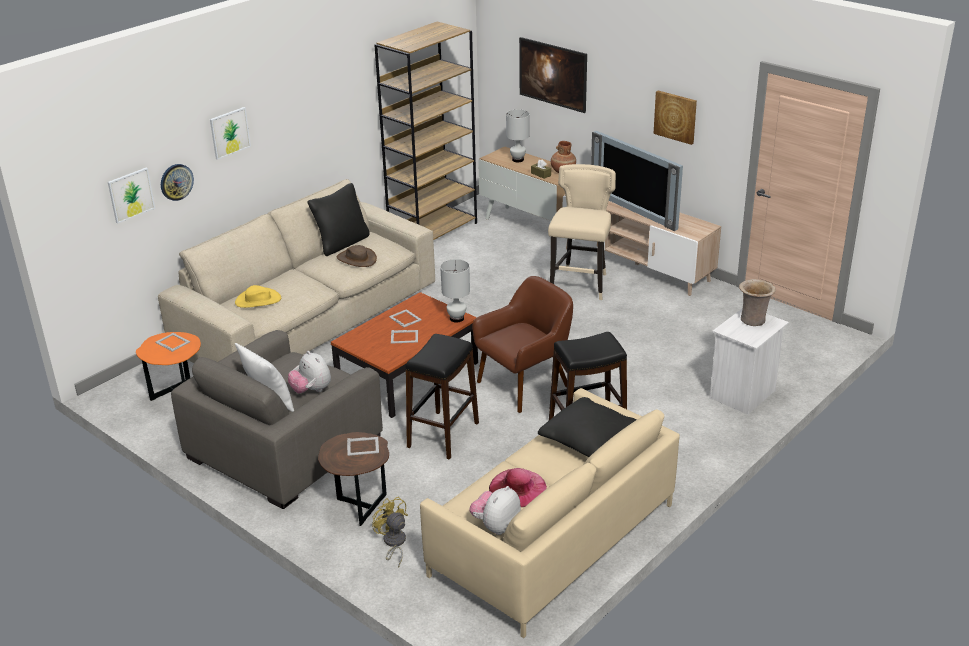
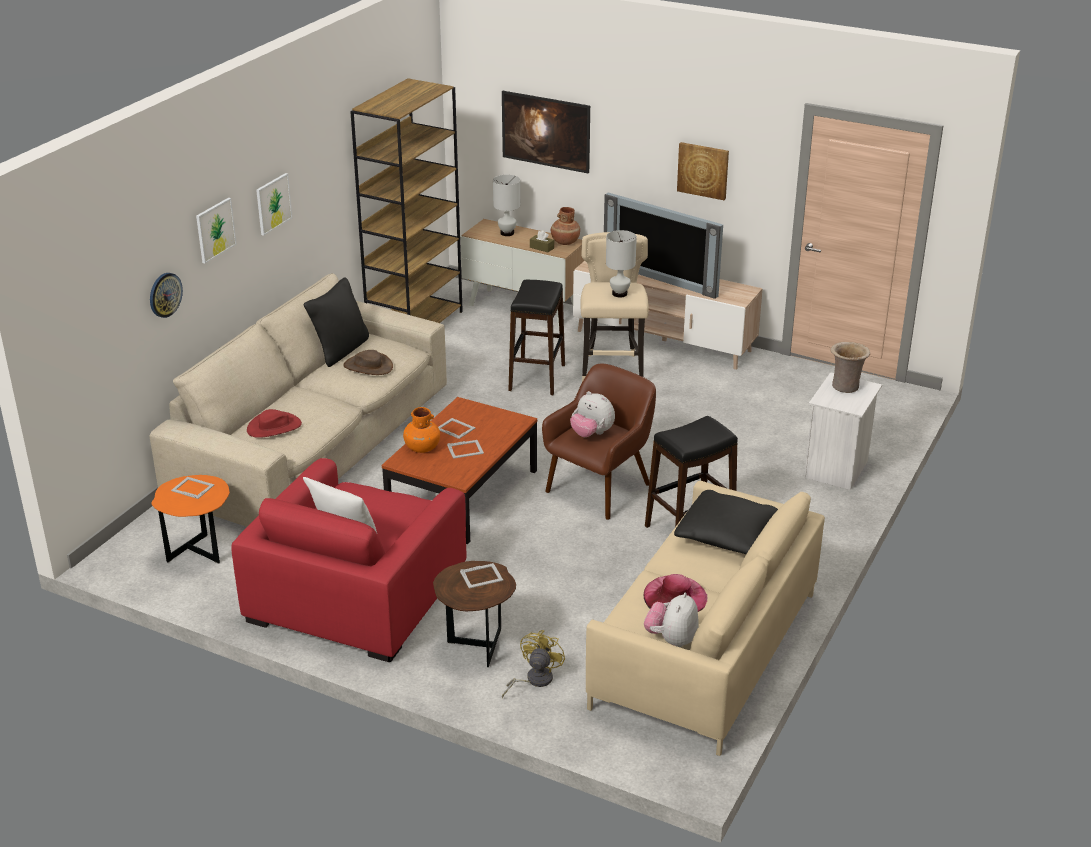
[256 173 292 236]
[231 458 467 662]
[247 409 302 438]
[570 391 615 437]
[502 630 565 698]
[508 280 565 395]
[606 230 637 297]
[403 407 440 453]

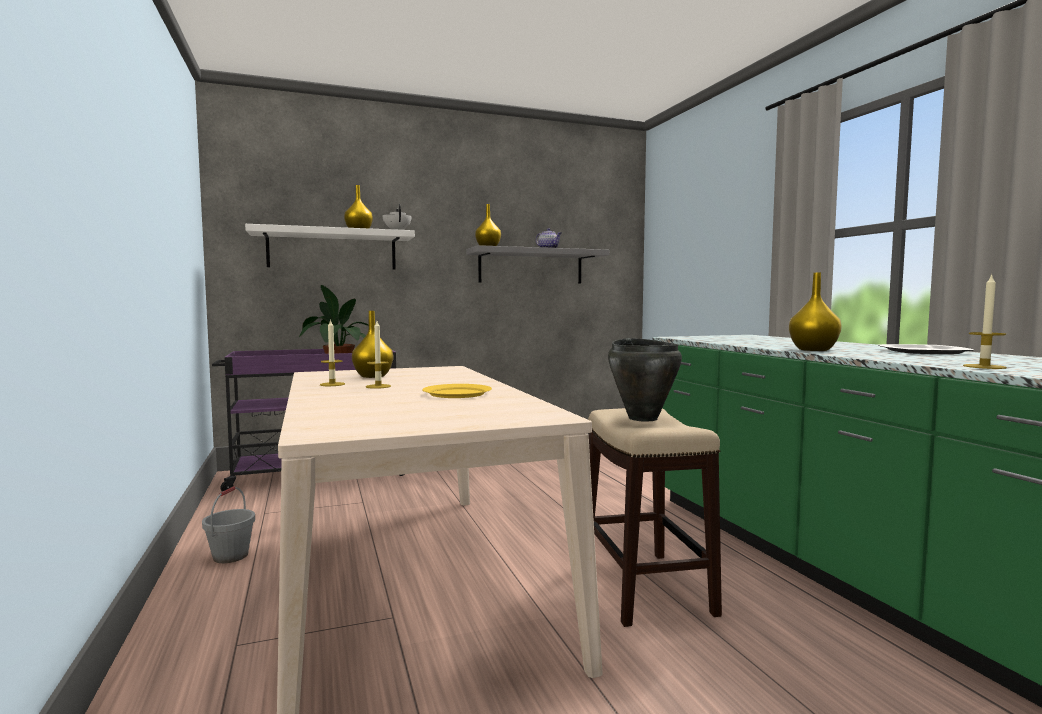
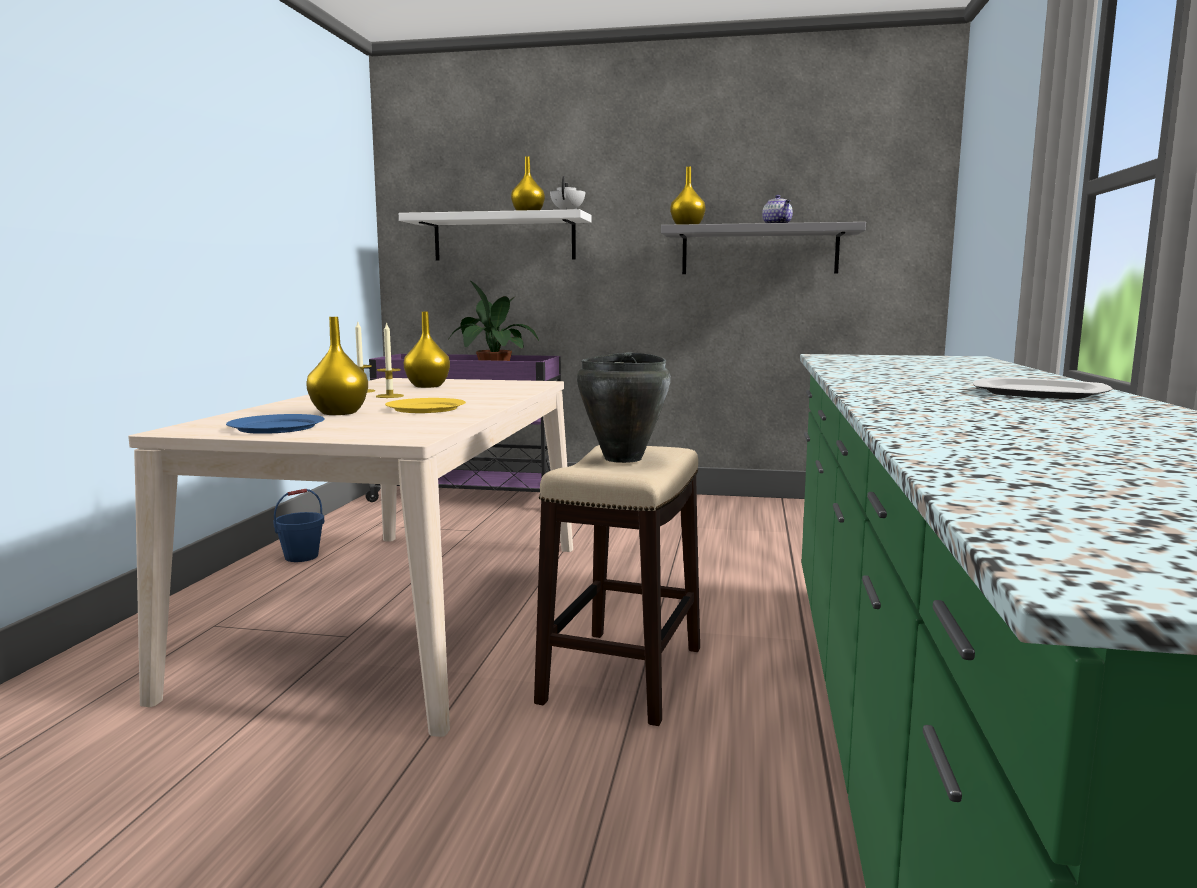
[273 489 324 562]
[306 317 368 415]
[963 273 1007 369] (first image)
[226 414 325 434]

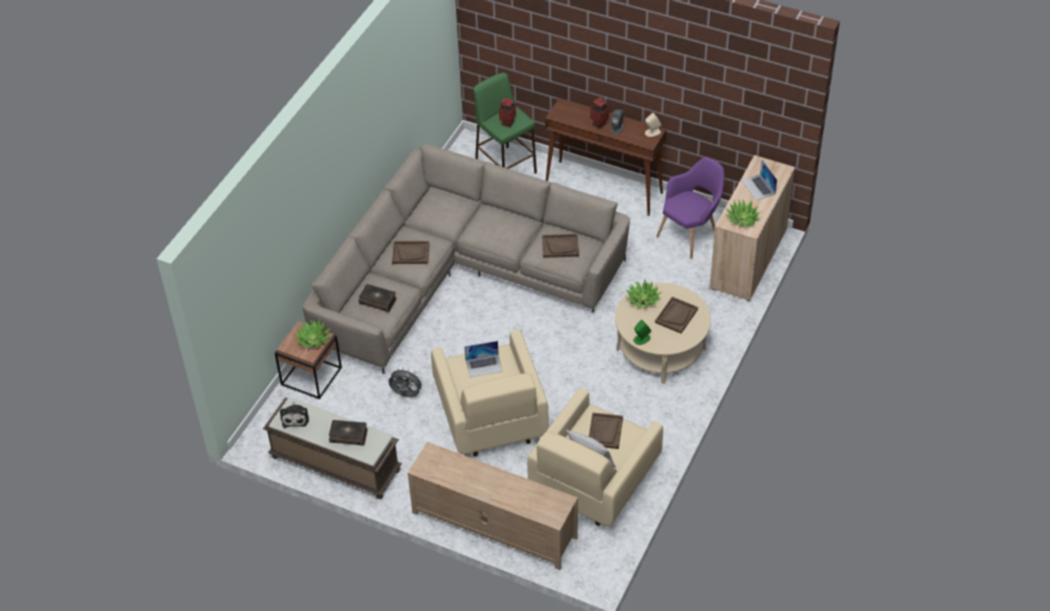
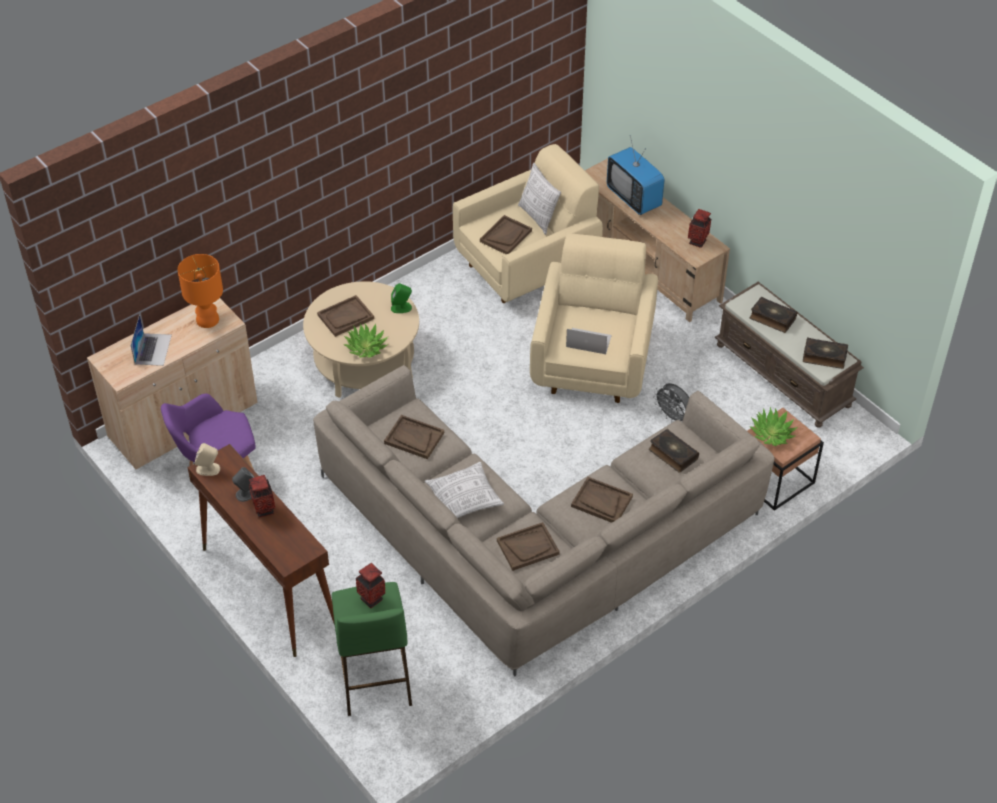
[803 337 848 369]
[178 254 223 328]
[425 462 504 518]
[497 522 560 571]
[607 135 664 215]
[688 209 711 248]

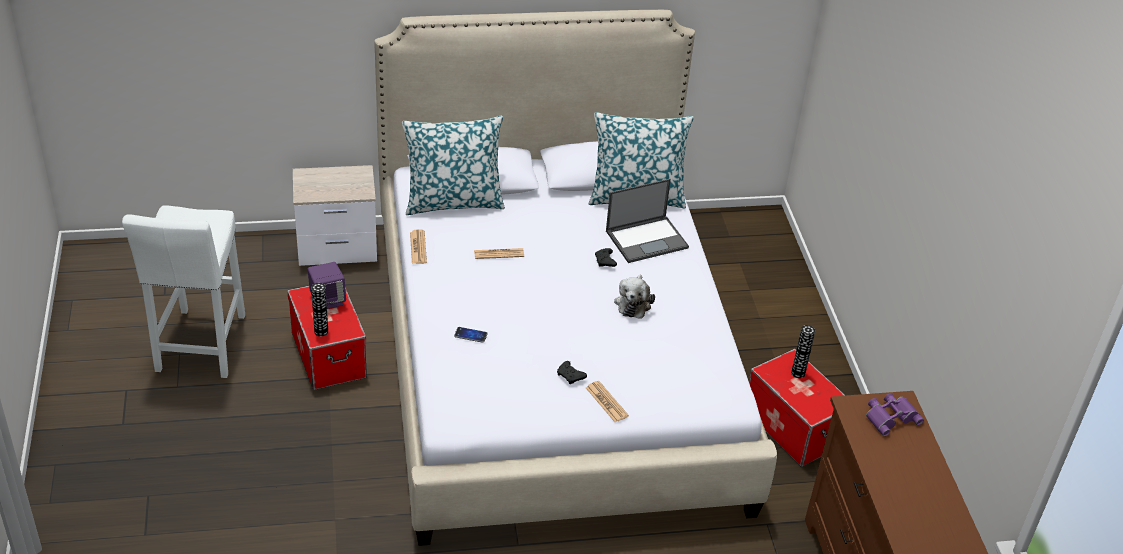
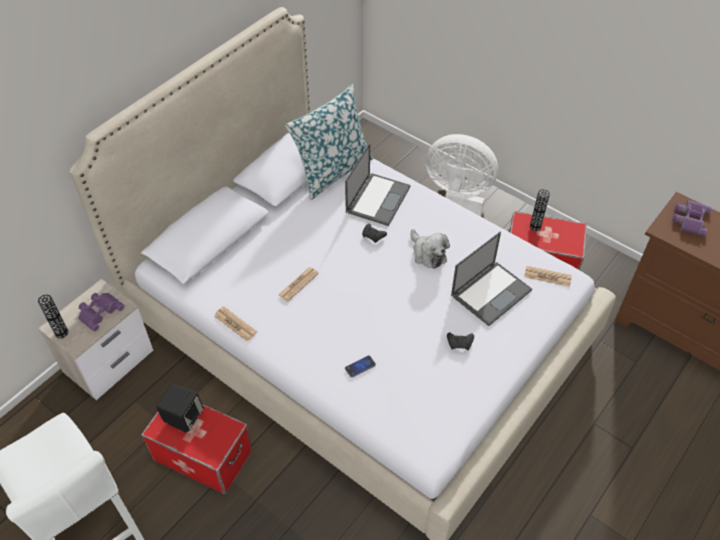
[156 384 204 433]
[38 294 68 338]
[402 116 505 215] (first image)
[524 266 572 287]
[78 293 125 331]
[426 134 498 217]
[451 231 532 326]

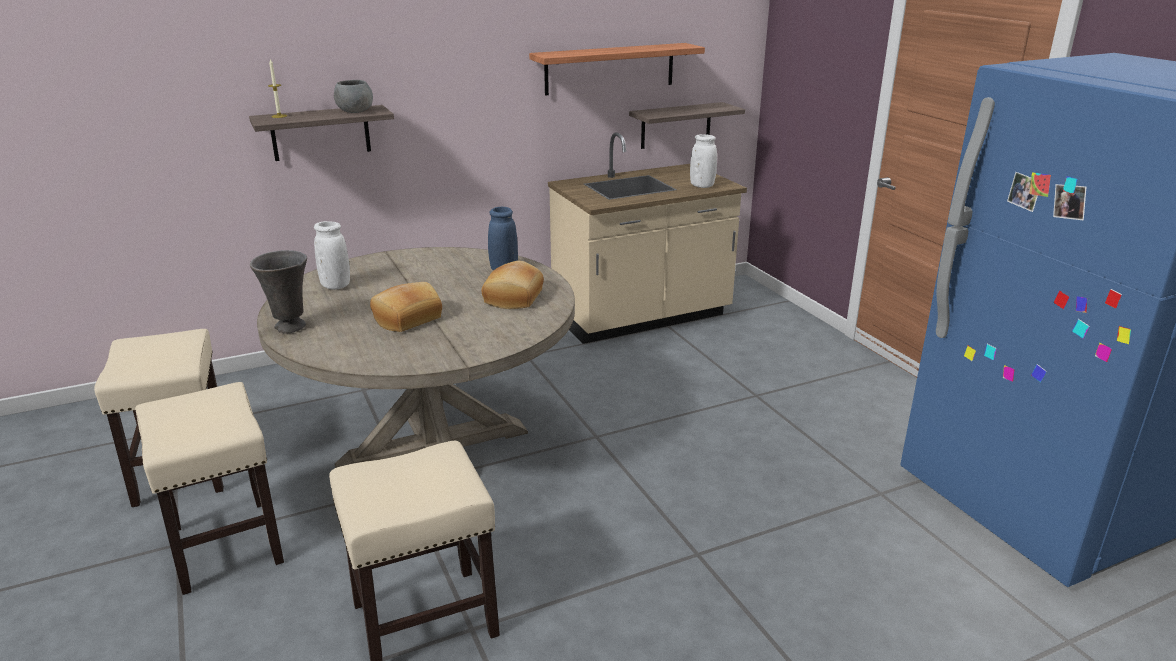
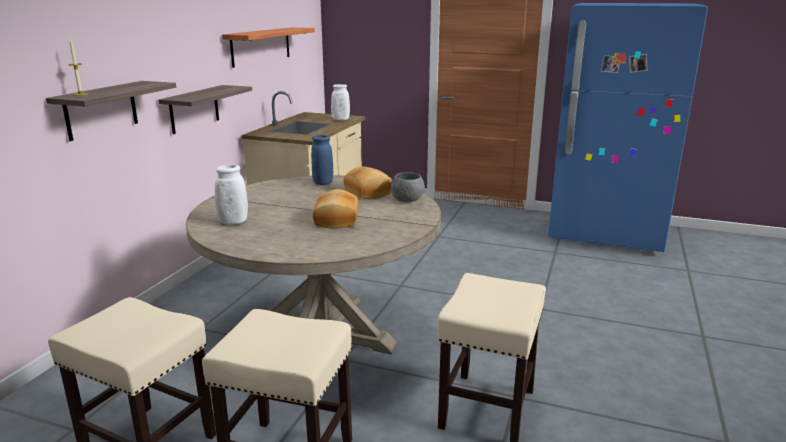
[250 250 307 334] (first image)
[391 172 425 202]
[158 85 252 134]

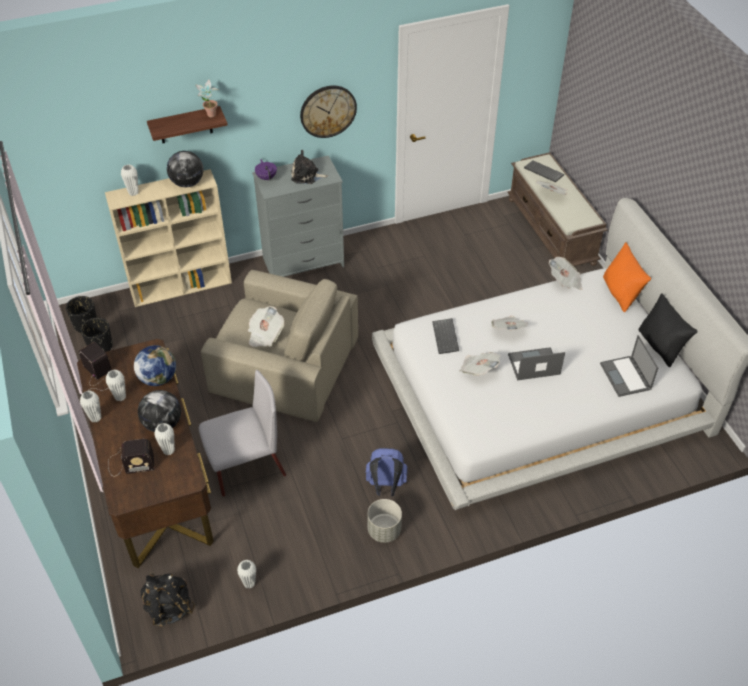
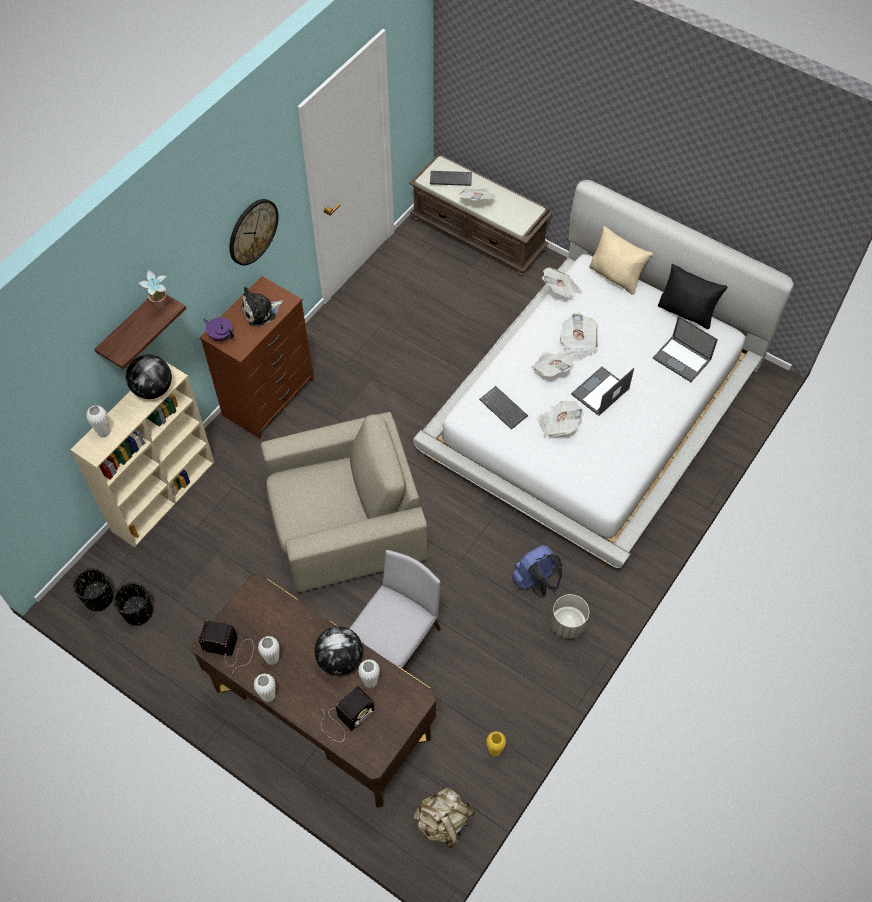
[134 345 176 386] (first image)
[414 788 475 848]
[486 731 506 757]
[560 313 598 361]
[200 276 314 439]
[589 226 653 295]

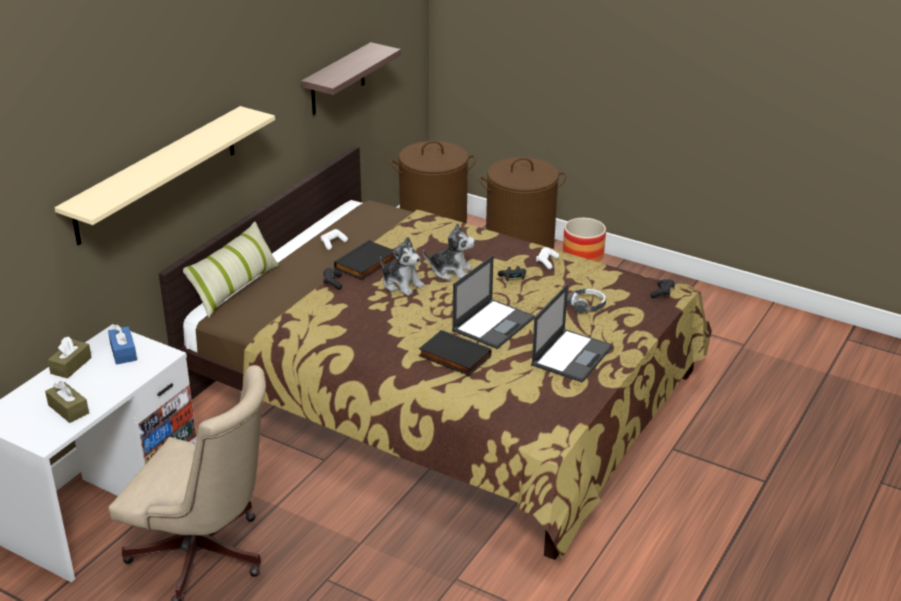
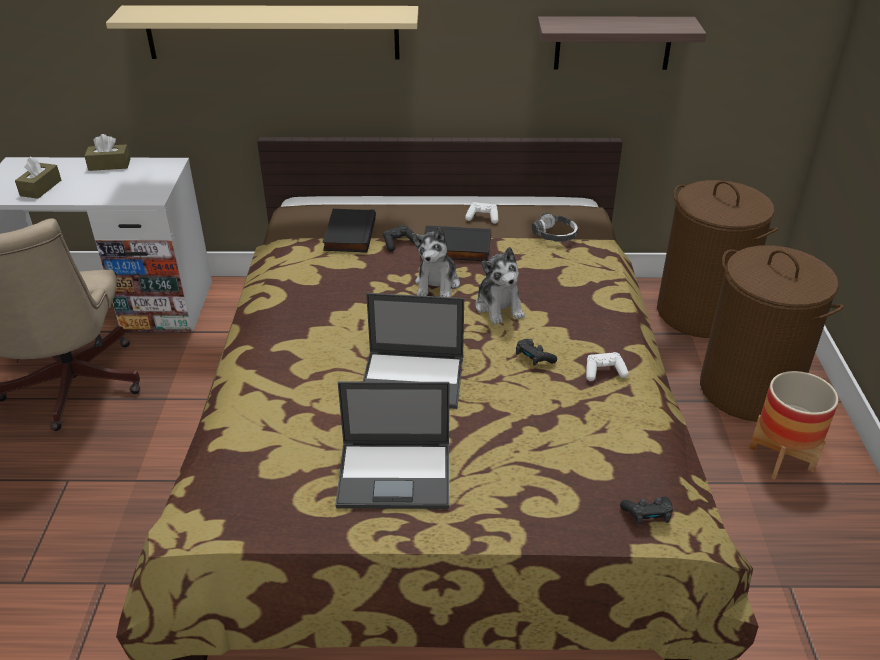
[108 324 137 365] (first image)
[183 221 280 317] (first image)
[323 209 376 253]
[532 213 578 242]

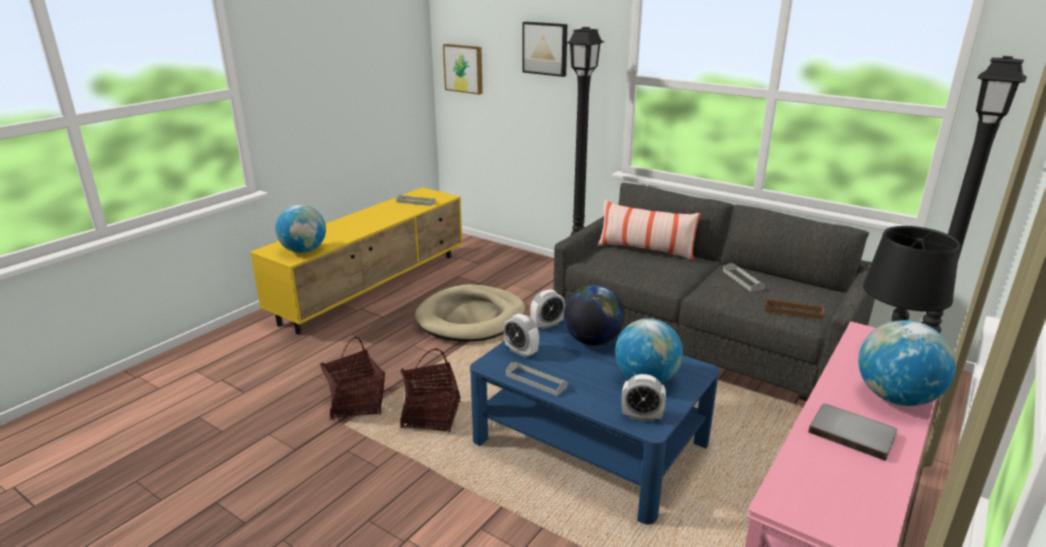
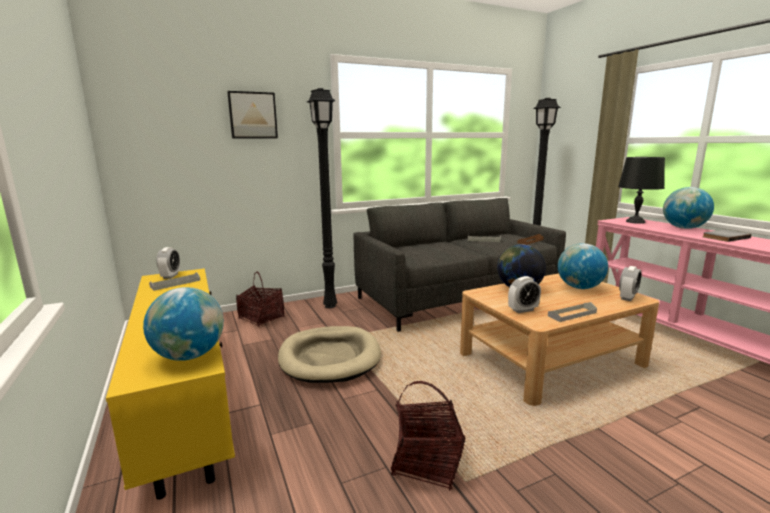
[236 271 284 327]
[443 44 483 95] (first image)
[460 273 660 406]
[156 247 180 279]
[598 199 701 260] (first image)

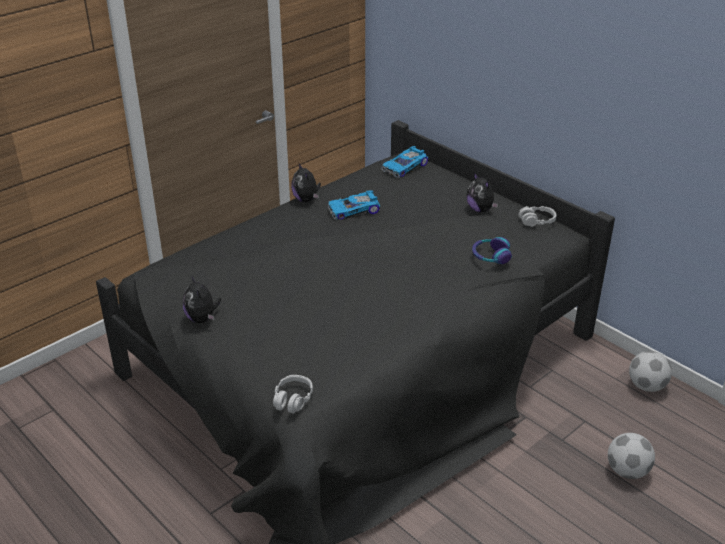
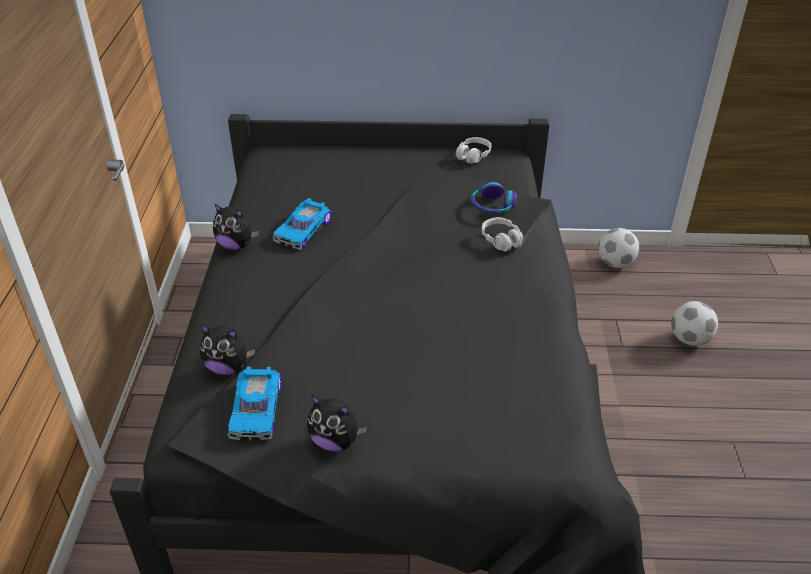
[482 217 524 252]
[228 366 281 441]
[200 324 255 375]

